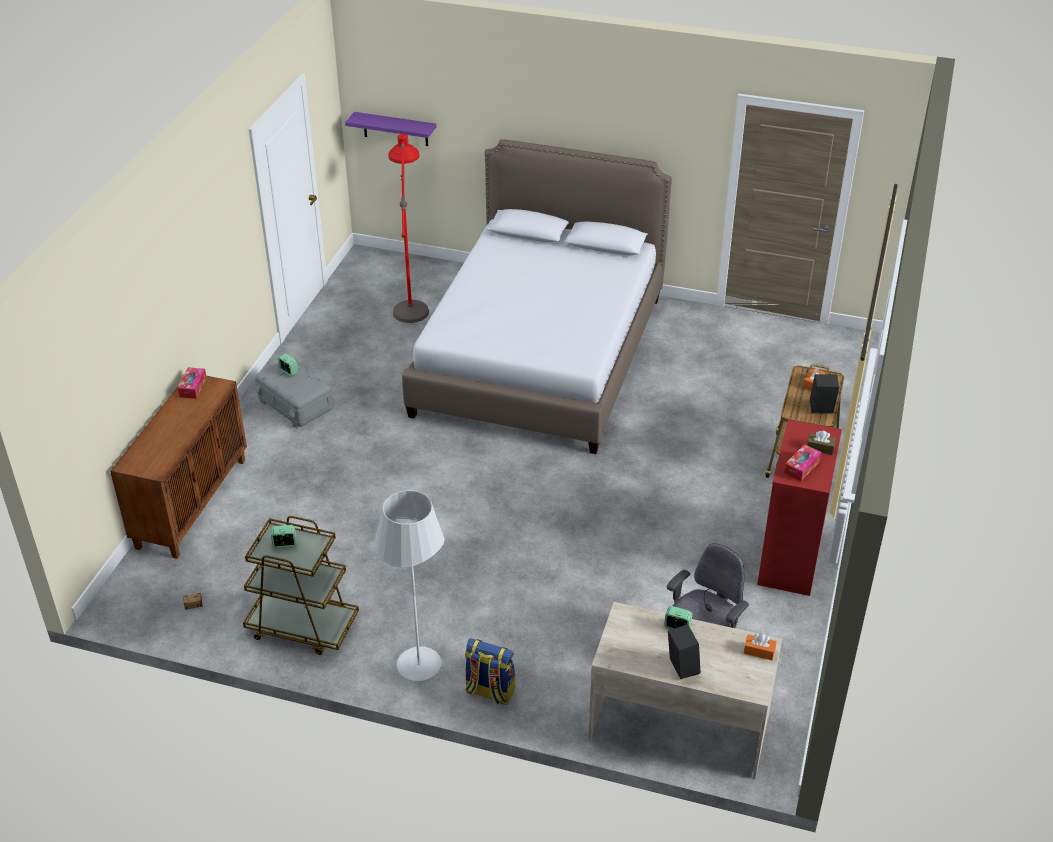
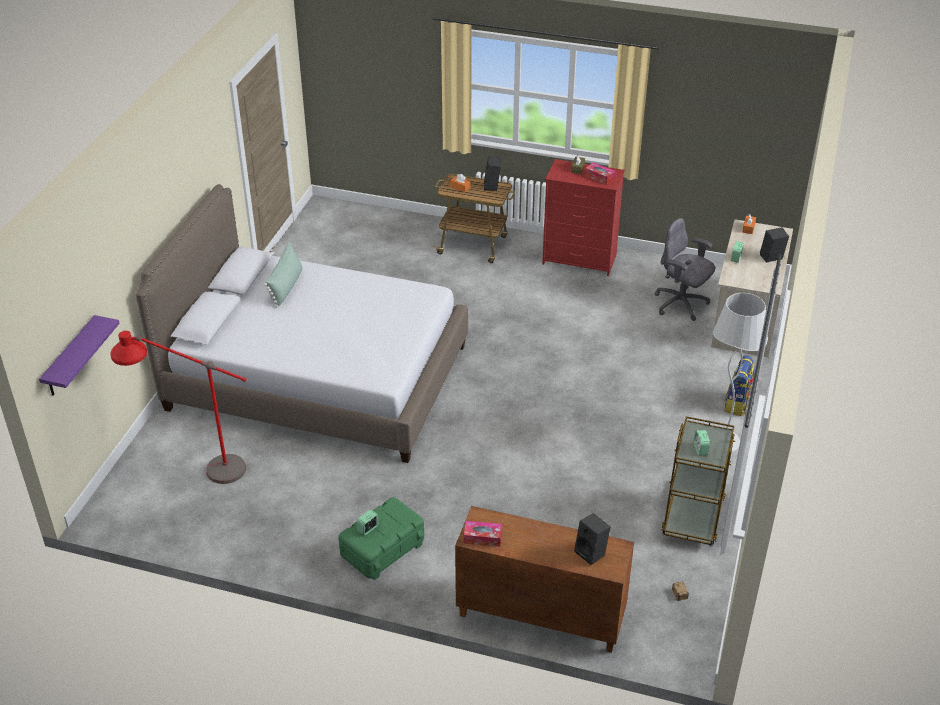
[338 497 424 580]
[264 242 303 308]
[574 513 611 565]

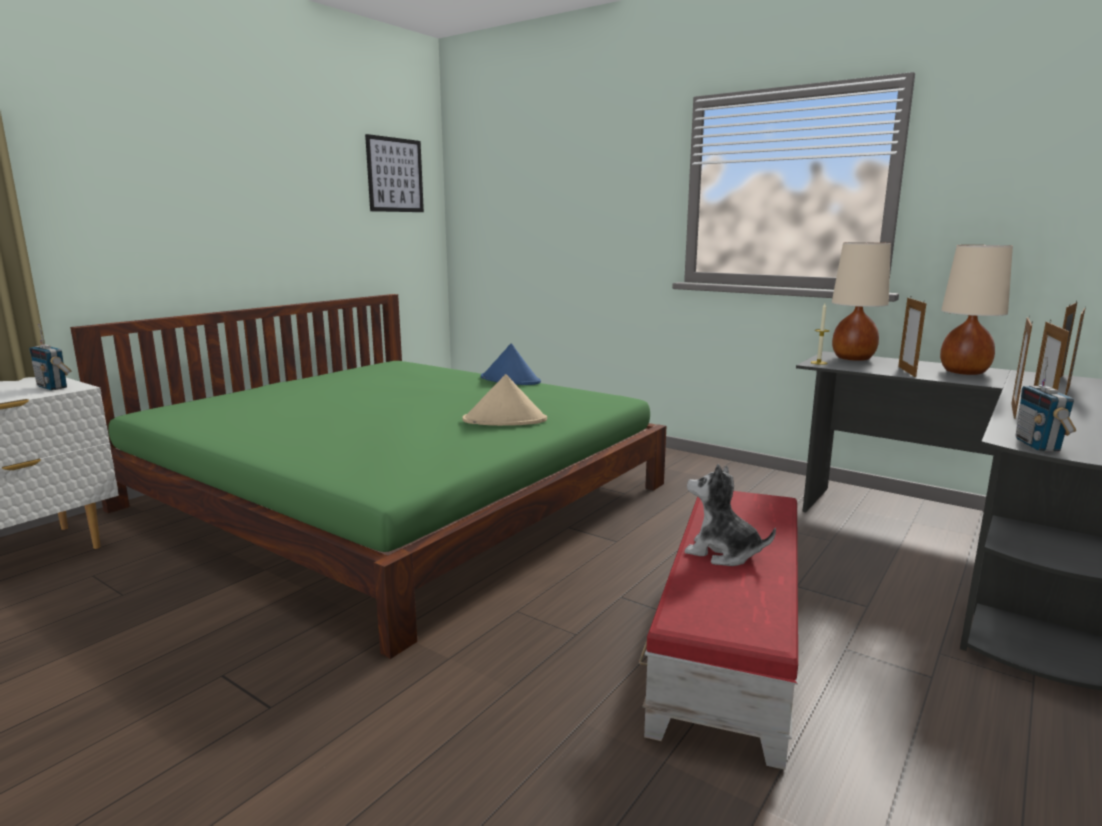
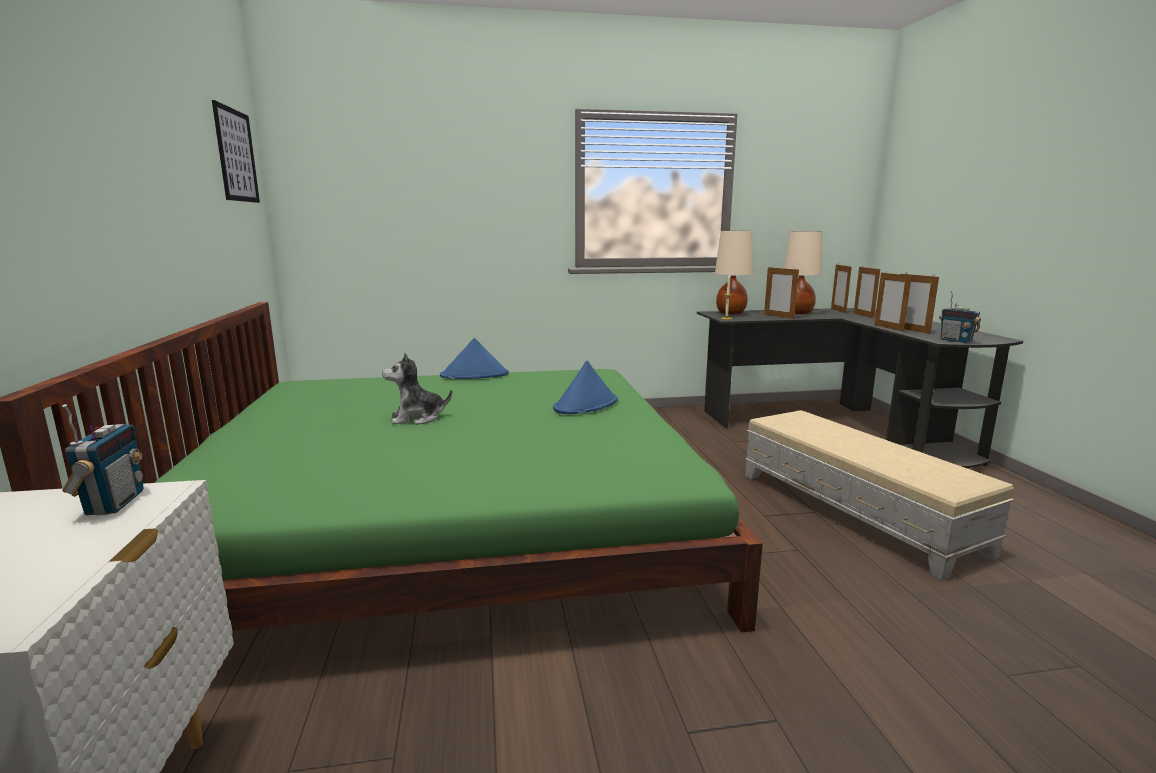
[62 404 143 515]
[553 361 618 414]
[745 410 1014 581]
[382 353 452 425]

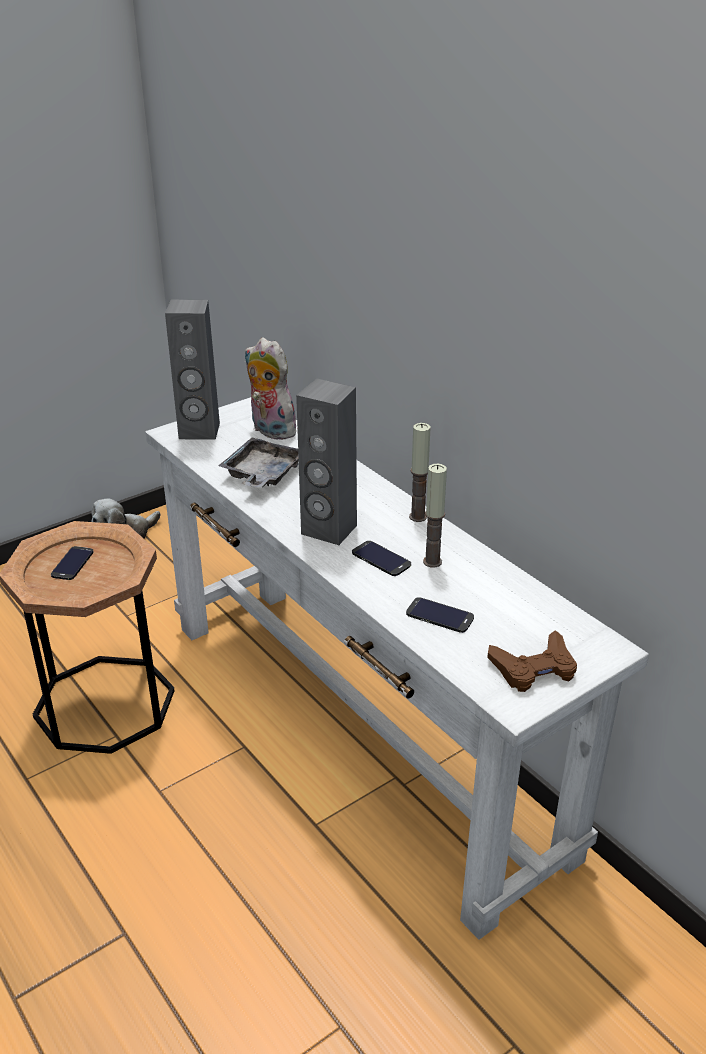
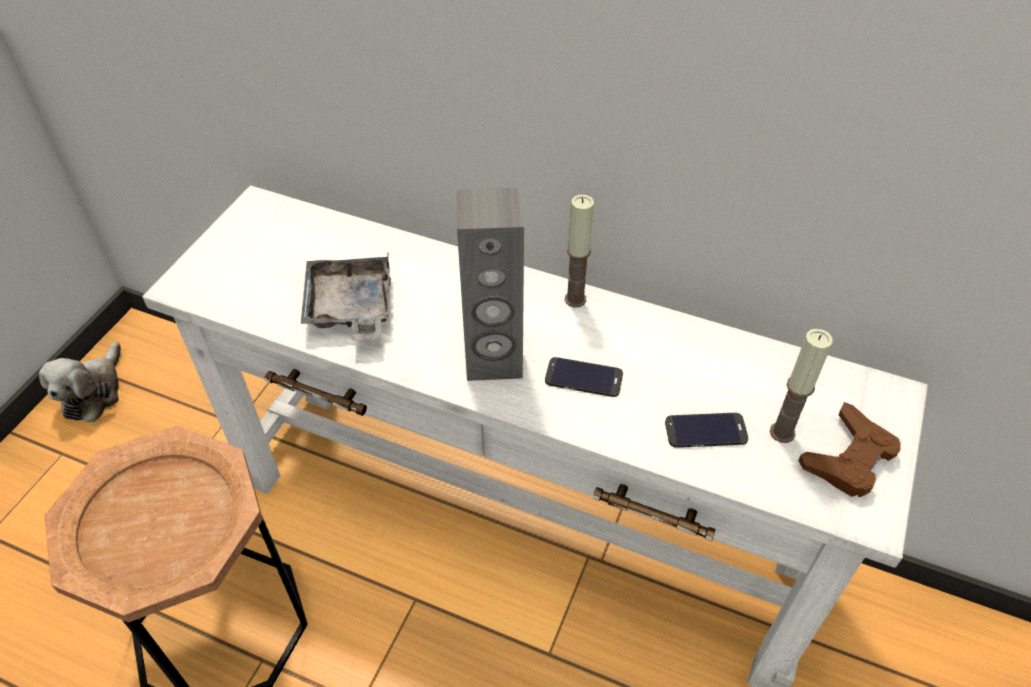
[51 546 94 580] (first image)
[165 300 220 440] (first image)
[245 338 296 440] (first image)
[770 329 833 443]

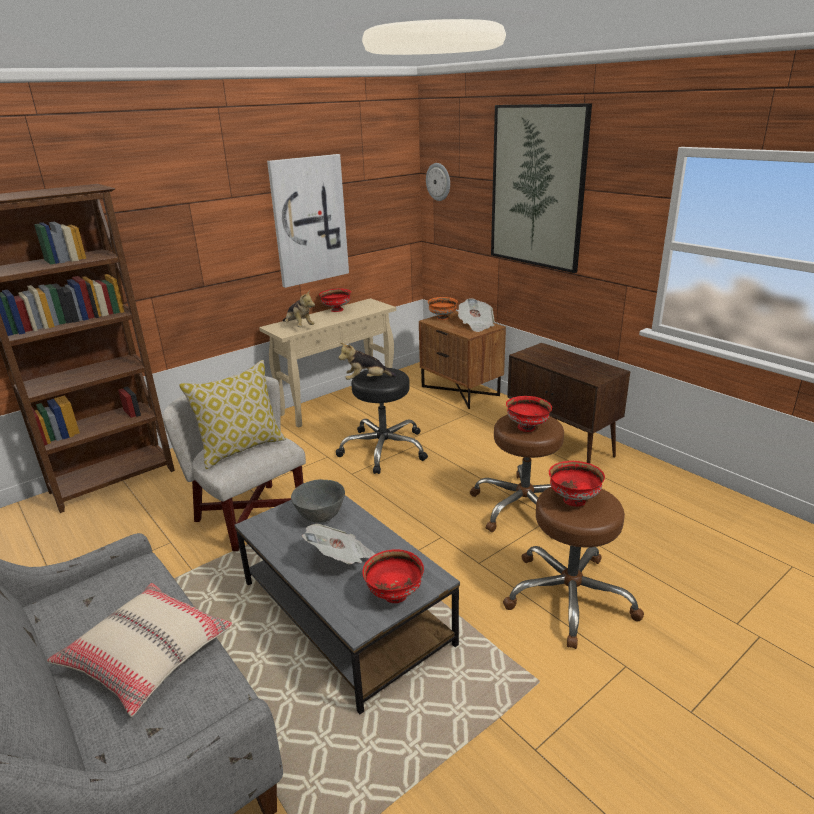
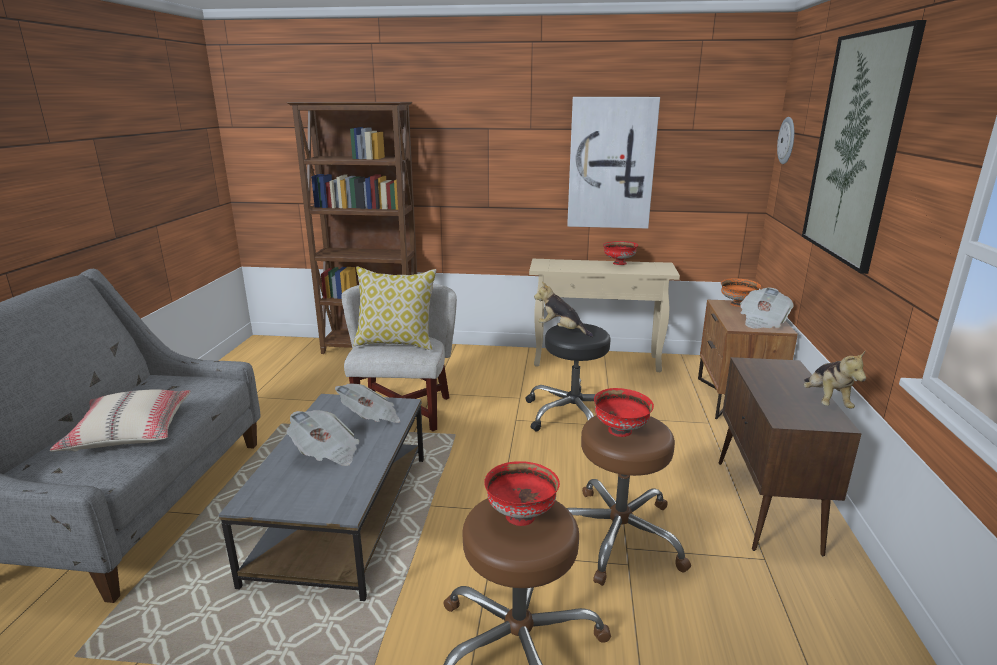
[804 351 866 409]
[335 384 400 423]
[362 549 424 603] (first image)

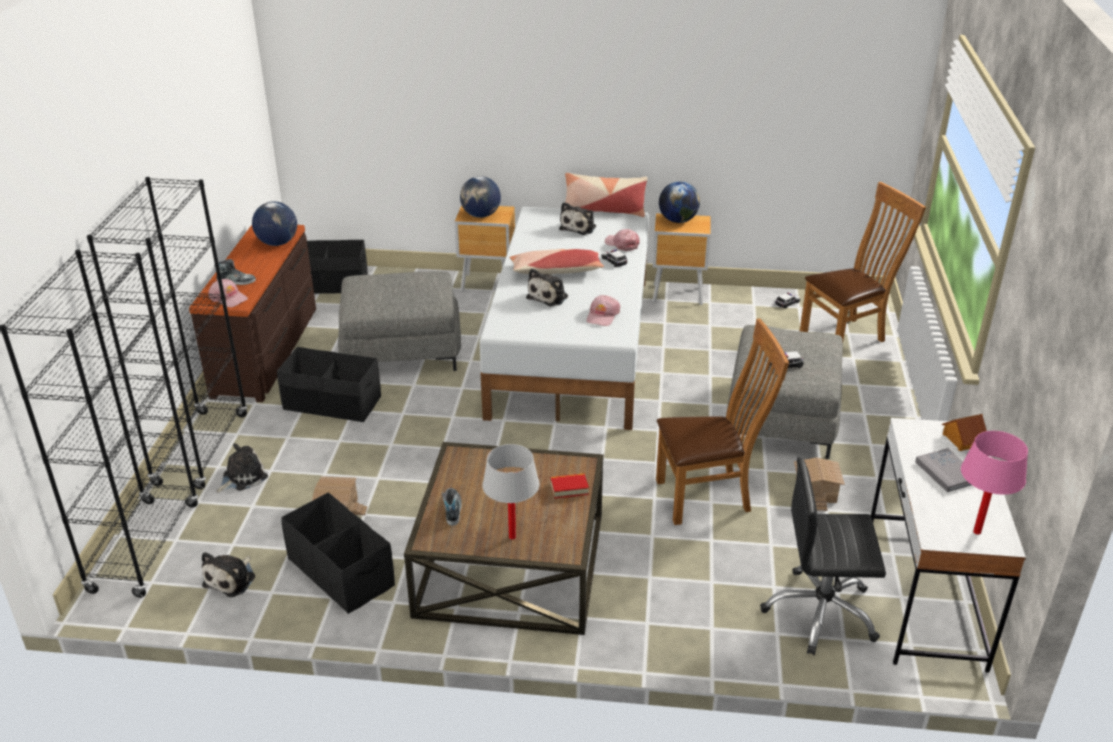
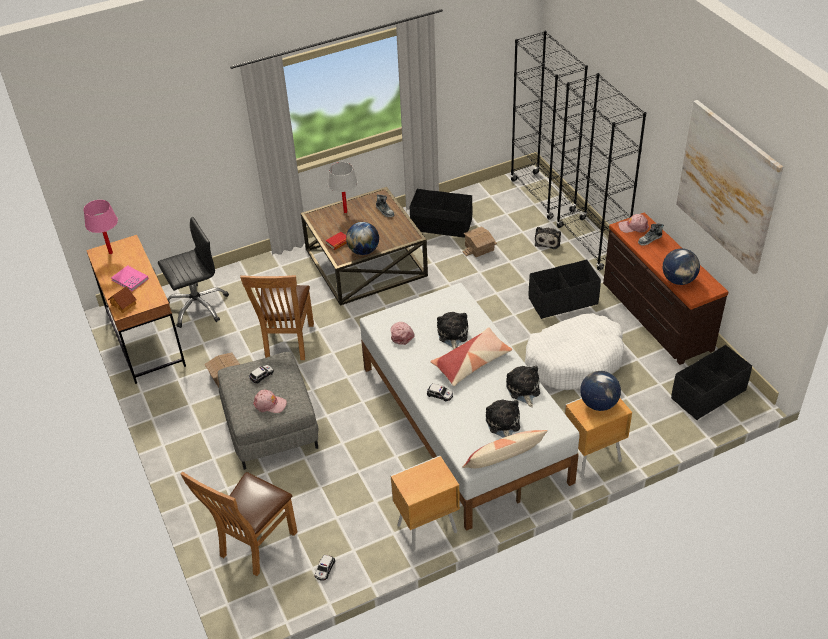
[506 366 540 407]
[525 313 624 390]
[253 390 287 413]
[240 275 314 360]
[346 222 379 255]
[86 235 186 384]
[111 265 149 291]
[676 100 783 274]

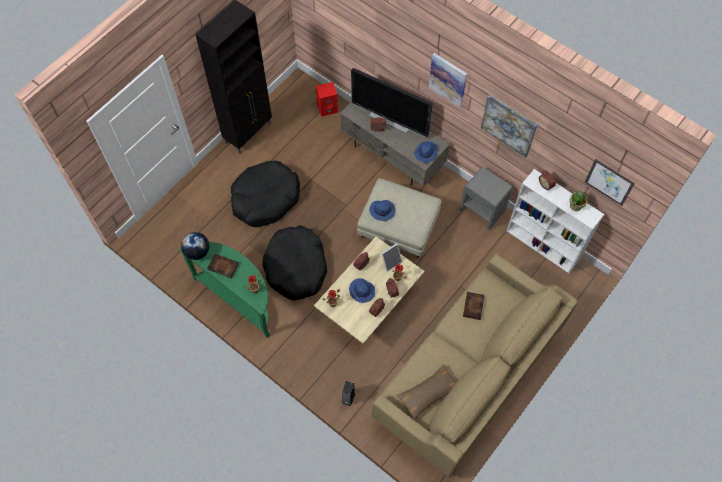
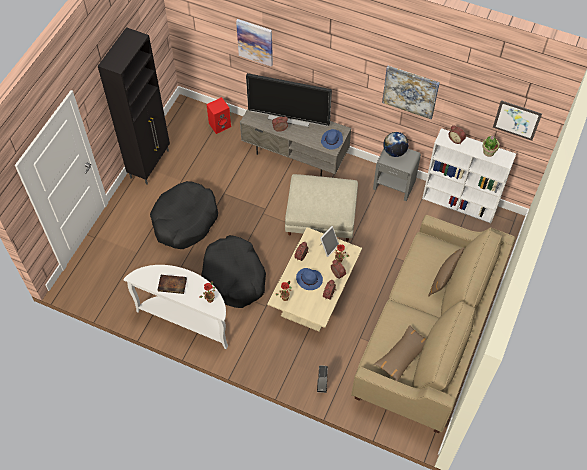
[123 265 228 349]
[383 132 409 157]
[369 200 396 221] (first image)
[236 19 273 67]
[463 292 484 320] (first image)
[428 248 464 297]

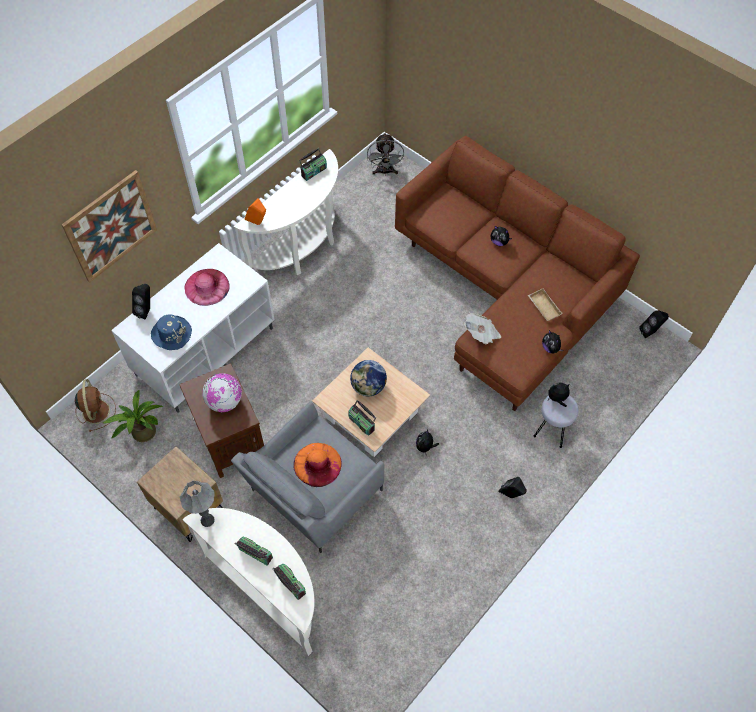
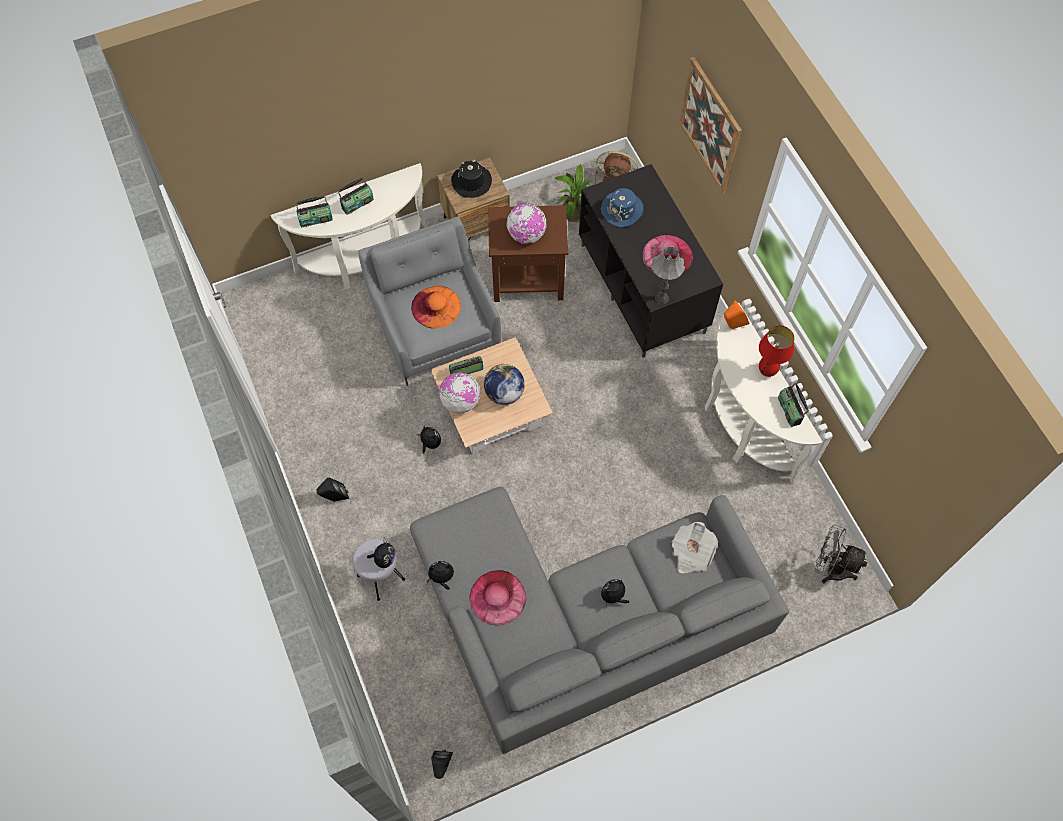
[579 164 723 358]
[132 284 150 320] (first image)
[651 246 685 304]
[410 487 789 754]
[671 522 718 573]
[469 570 526 625]
[439 372 480 414]
[451 160 492 198]
[759 325 794 377]

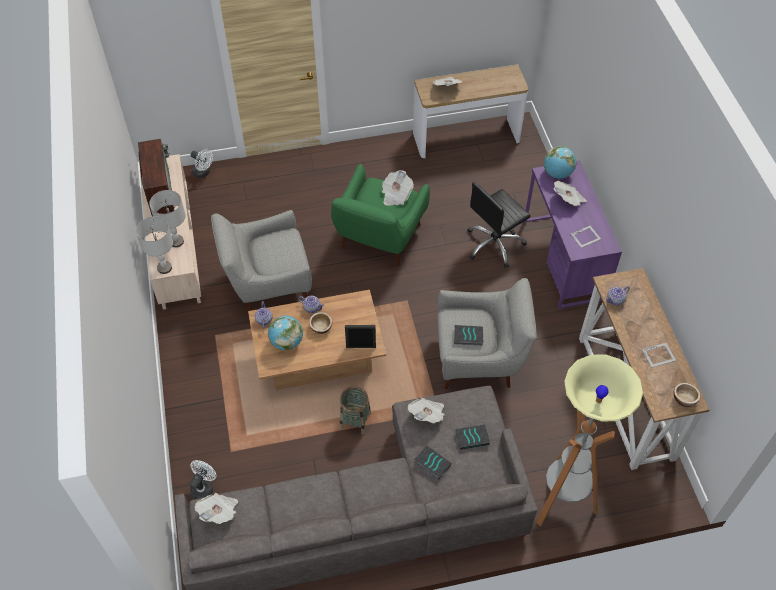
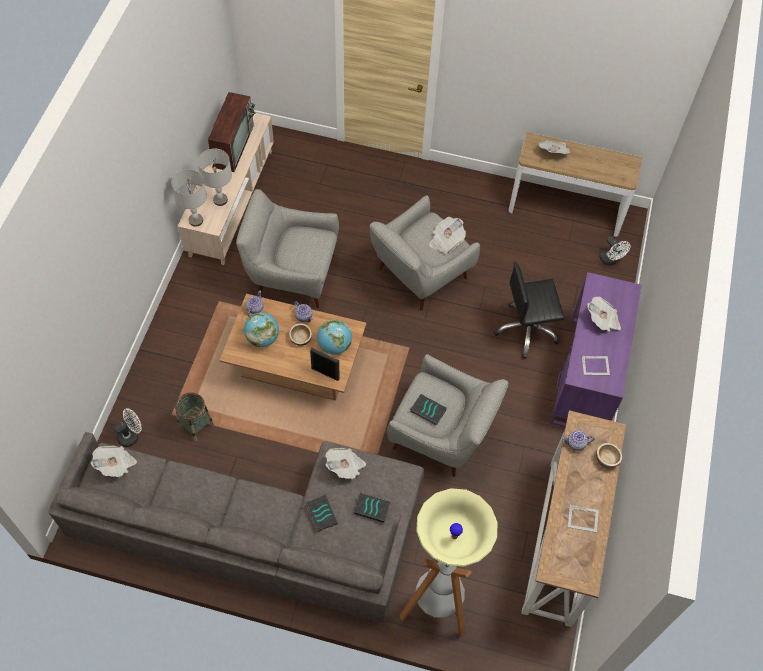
[599 236 630 265]
[370 196 480 311]
[175 392 214 442]
[317 320 352 355]
[596 443 623 468]

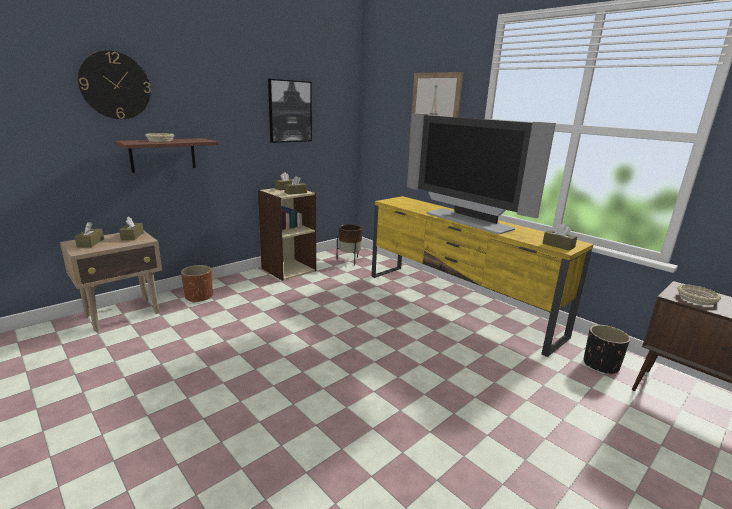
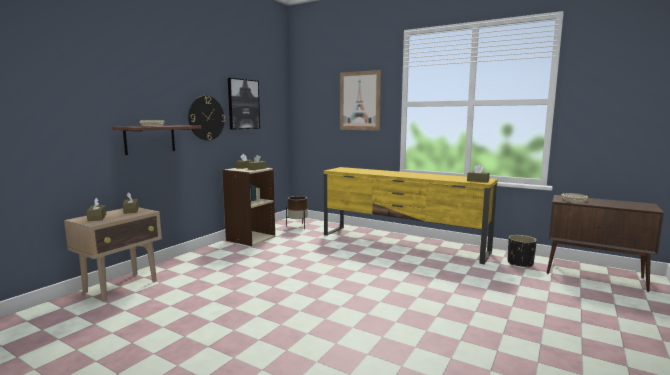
[188 96 225 141]
[181 265 213 303] (first image)
[407 113 556 234] (first image)

